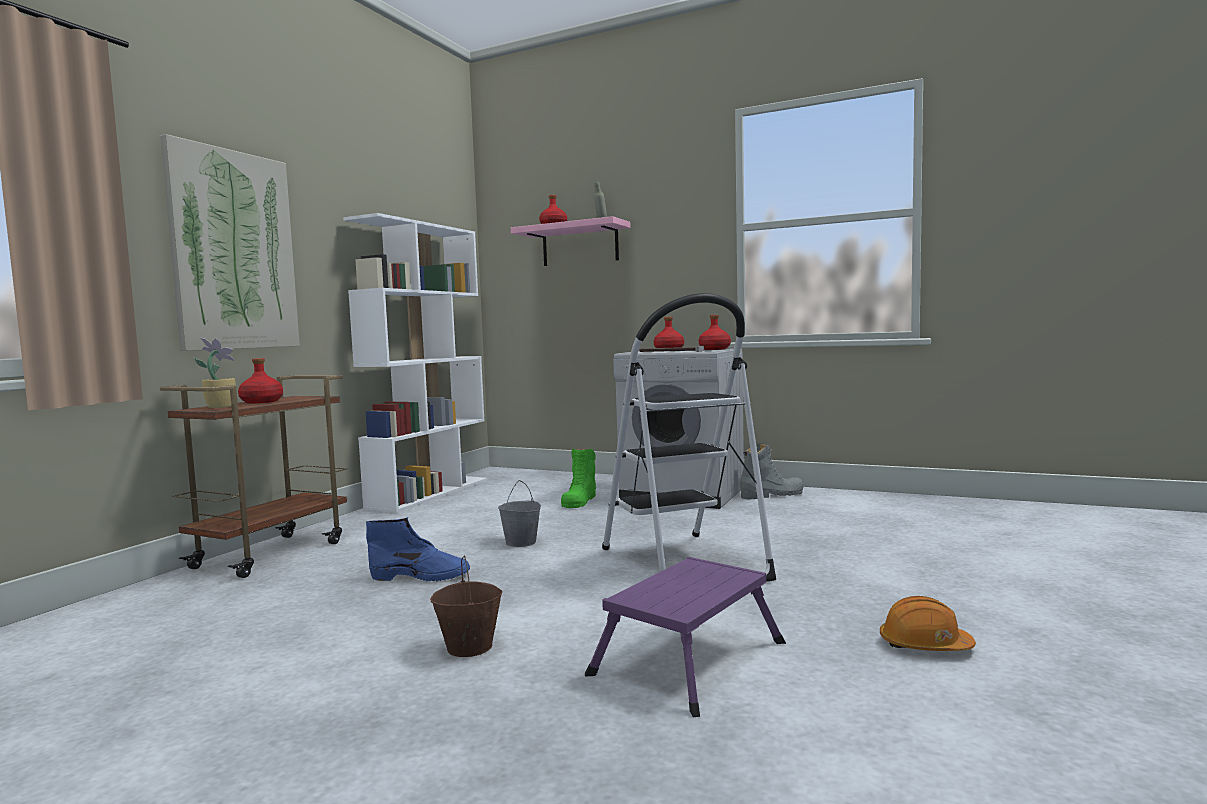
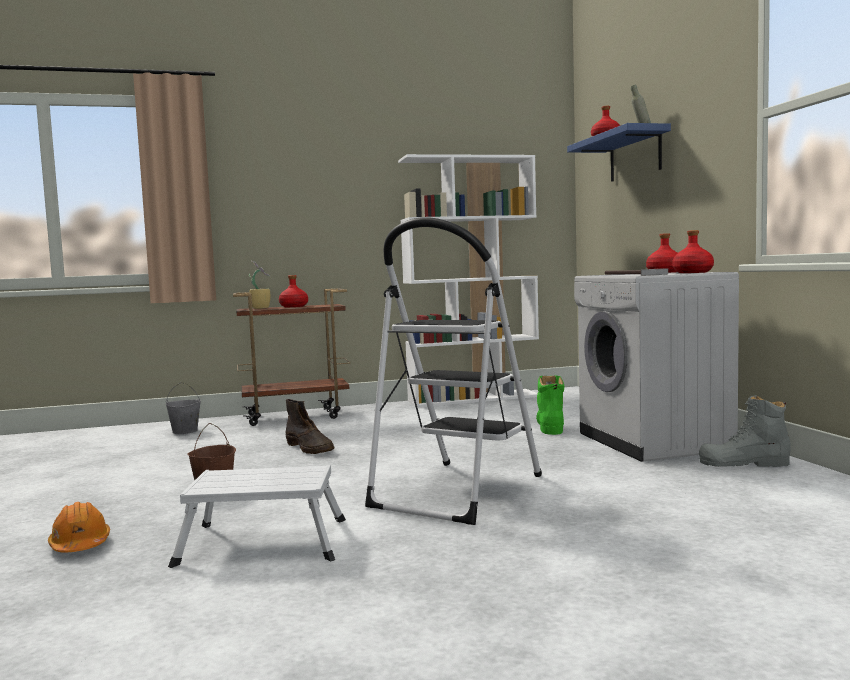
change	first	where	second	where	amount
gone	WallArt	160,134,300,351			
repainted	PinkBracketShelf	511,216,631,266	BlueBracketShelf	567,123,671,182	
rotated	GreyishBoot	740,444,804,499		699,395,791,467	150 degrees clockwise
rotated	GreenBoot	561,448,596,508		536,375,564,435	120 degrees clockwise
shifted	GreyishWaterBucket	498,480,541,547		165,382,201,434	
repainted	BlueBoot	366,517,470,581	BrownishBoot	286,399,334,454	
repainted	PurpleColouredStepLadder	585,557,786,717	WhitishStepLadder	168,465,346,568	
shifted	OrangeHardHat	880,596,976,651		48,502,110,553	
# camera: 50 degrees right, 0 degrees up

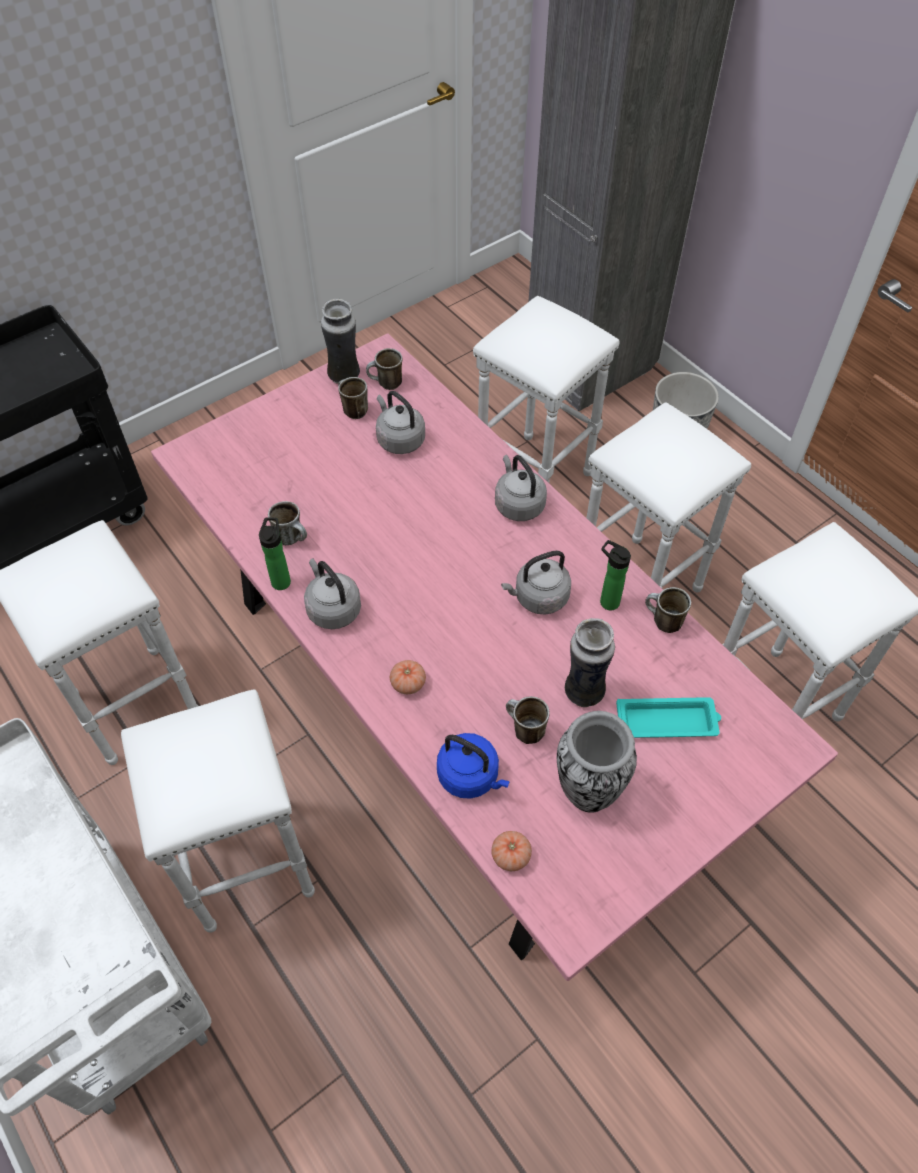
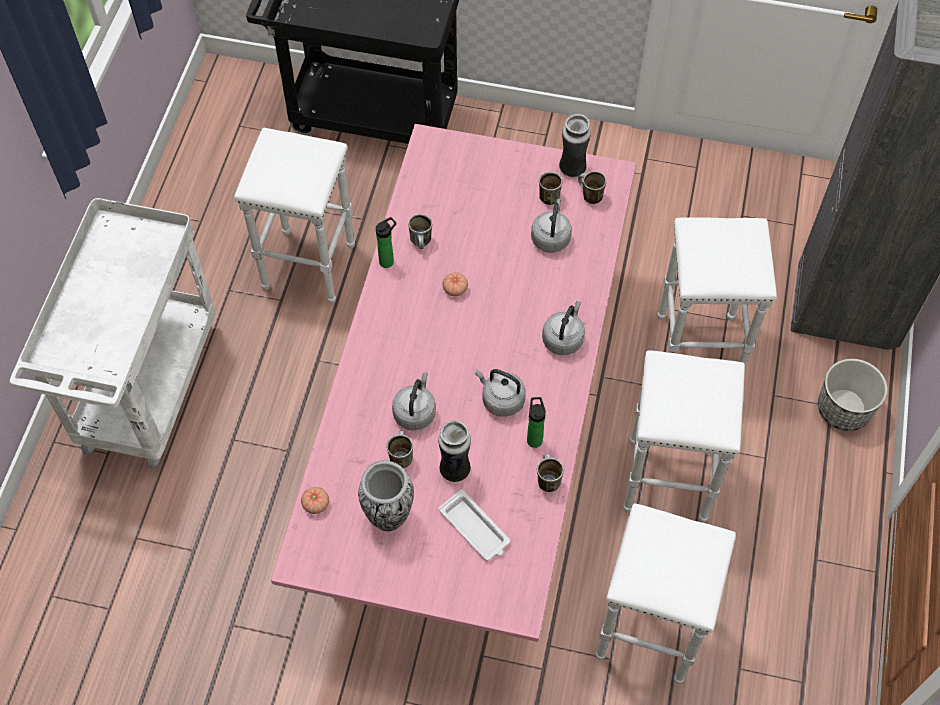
change	first	where	second	where	amount
shifted	GreyishKettle	304,558,361,629		392,372,436,431	
shifted	Tomato	390,660,426,694		443,272,468,296	
gone	WhitishStoolSeat	121,689,315,933			
repainted	BlueGreenServingTray	616,697,721,738	WhitishServingTray	439,490,510,560	
gone	BlueKettle	437,733,510,799			
# camera: 50 degrees right, 5 degrees up

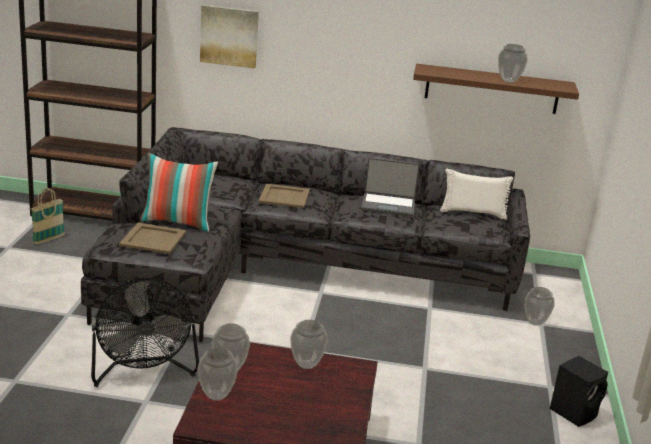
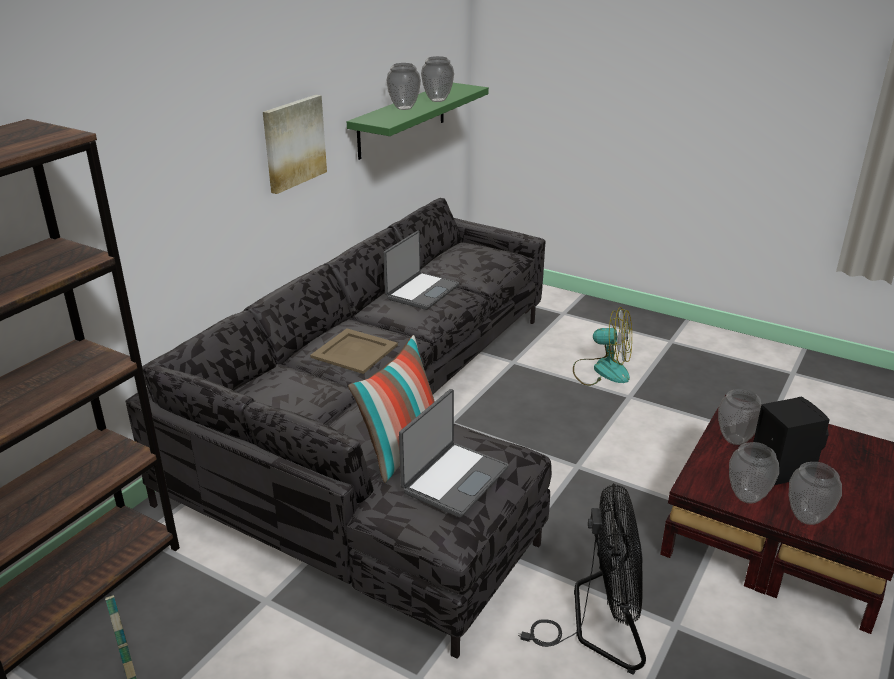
change	first	where	second	where	amount
shifted	WallArt	200,5,259,69		263,95,327,194	
repainted	BrownishBracketShelf	413,64,579,114	GreenBracketShelf	347,83,489,160	
gone	WhitishCushion	440,169,513,220			
swapped	SandColouredServingTray	119,223,186,254	Laptop	399,389,509,518	
shifted	Vase	525,287,555,326		387,63,421,110	
shifted	BlackLoudspeaker	550,356,608,427		753,397,830,485	
new			CoolingFan	573,307,632,386	
# camera: 65 degrees left, 5 degrees up

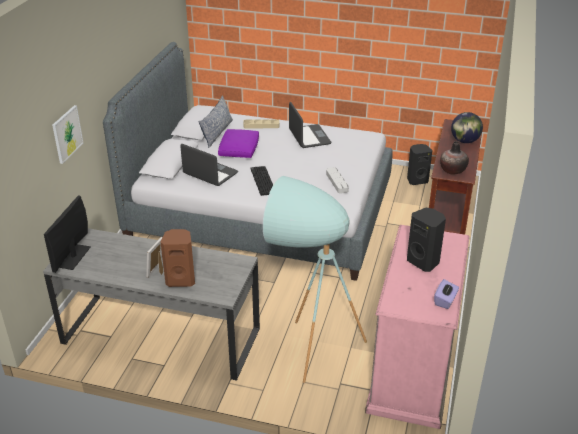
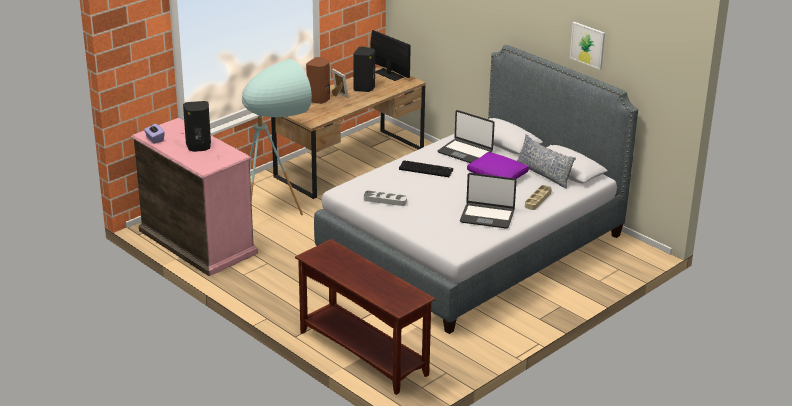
change	first	where	second	where	amount
shifted	WallArt	52,105,83,164		570,22,605,70	
gone	Globe	451,112,483,143			
gone	Vase	440,141,469,174			
rotated	Laptop	180,144,238,186		438,110,495,163	60 degrees clockwise
shifted	BlackLoudspeaker	407,144,432,185		353,46,375,92	
repainted	GreyishDeskTable	43,228,260,381	BrownishDeskTable	271,66,426,199	
# camera: 120 degrees right, 5 degrees down

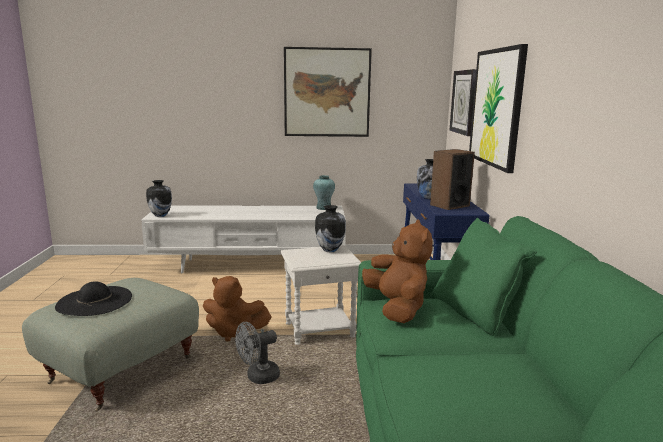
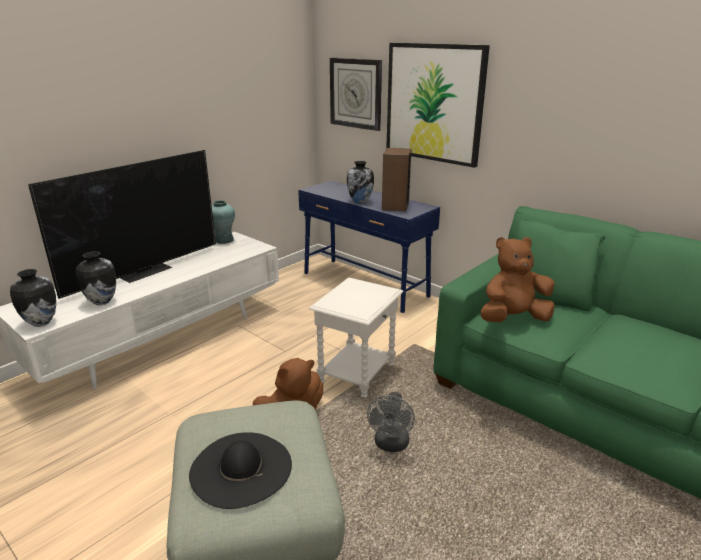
change	first	where	second	where	amount
gone	WallArt	284,47,372,137			
shifted	Vase	315,205,346,252		76,251,116,305	
rotated	BrownishCuddlyToy	362,219,433,323		480,237,555,322	45 degrees counterclockwise
new			Tv	28,150,216,299	
# camera: 45 degrees left, 10 degrees up

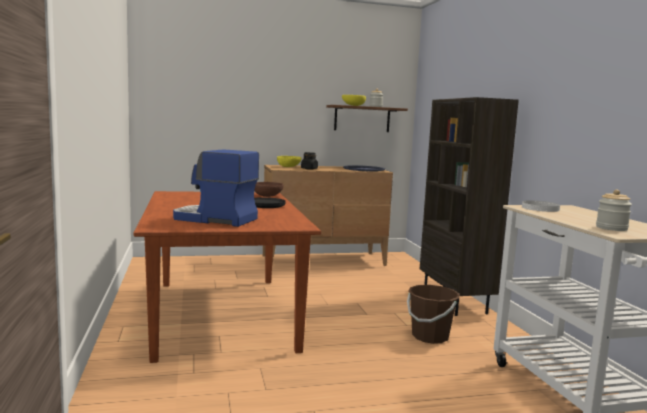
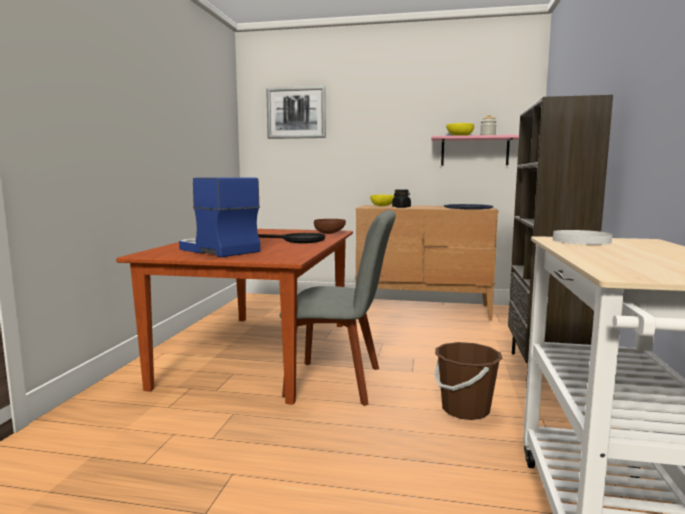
change	first	where	second	where	amount
repainted	BrownishBracketShelf	326,105,408,132	PinkBracketShelf	431,135,519,166	
gone	StorageJar	596,190,632,231			
new			WallArt	266,86,326,139	
new			GreyishPlainChair	279,210,396,406	
# camera: 25 degrees right, 0 degrees up

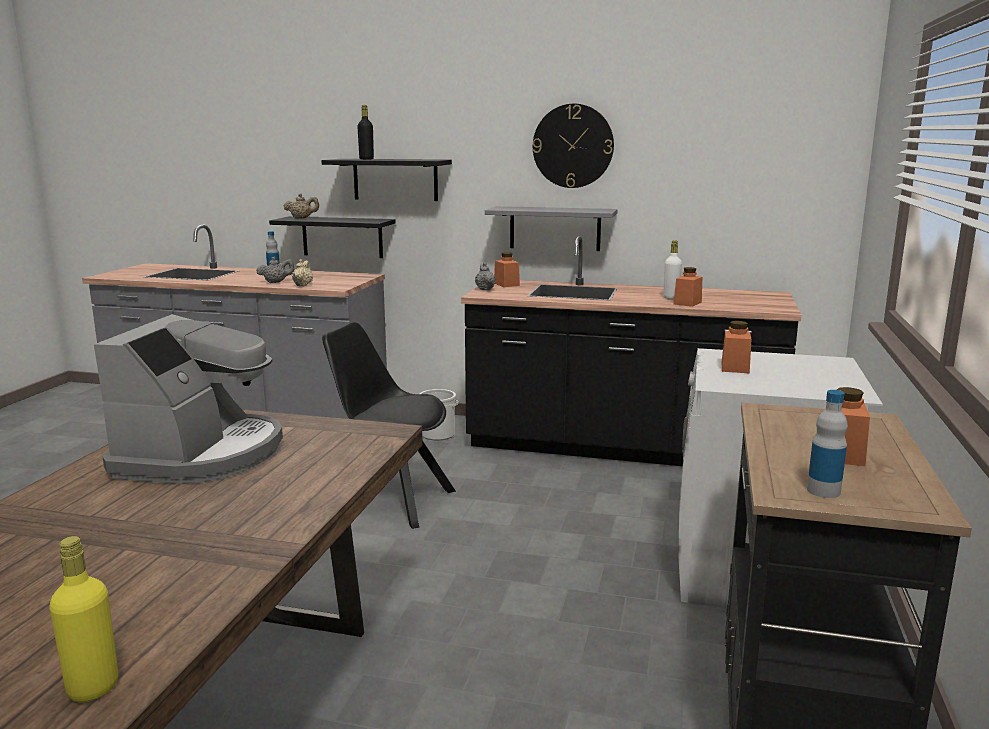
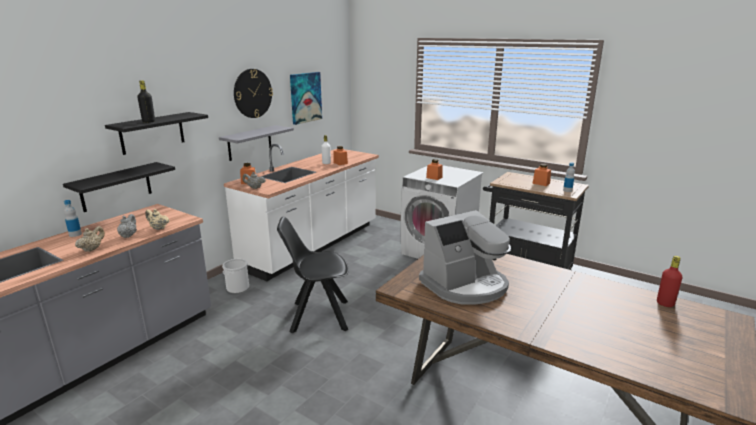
change	first	where	second	where	amount
shifted	SandColouredTeaPot	284,193,319,219		75,226,105,252	
repainted	BlackCounter	461,236,801,466	WhitishCounter	224,144,379,281	
rotated	CoffeeMaker	94,314,283,484		419,210,511,305	120 degrees clockwise
rotated	BlackPlainChair	322,322,456,529		277,217,349,333	45 degrees clockwise
repainted	YellowColouredBeverageBottle	50,536,118,702	RedColouredBeverageBottle	657,256,682,307	
new			WallArt	290,72,322,125	
# camera: 70 degrees left, 5 degrees up

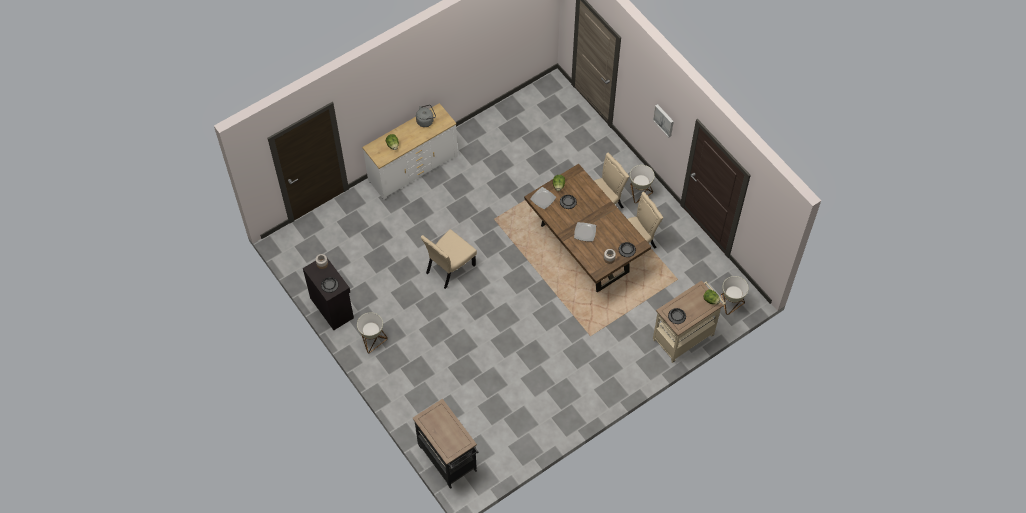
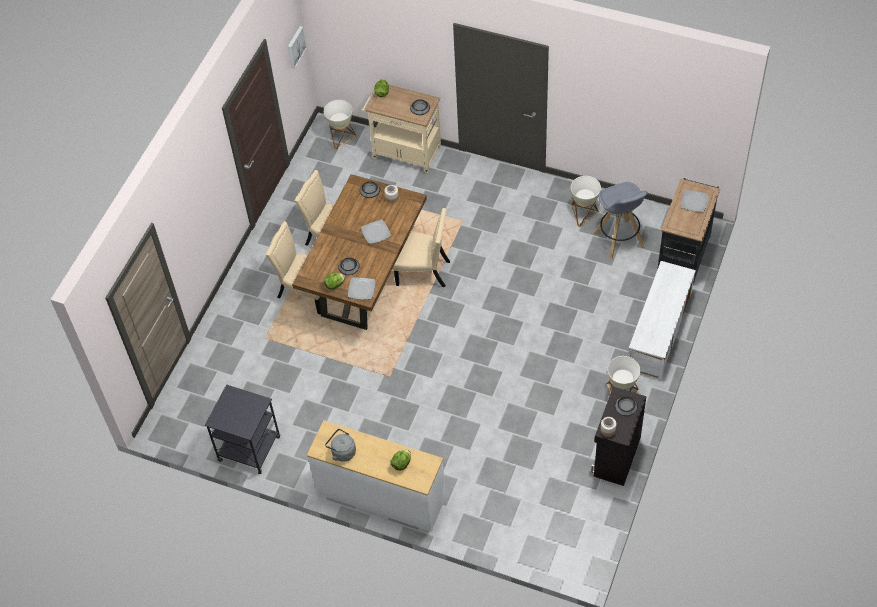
change	first	where	second	where	amount
shifted	WallArt	653,104,674,137		288,26,307,69	
shifted	Planter	630,165,655,203		571,176,601,227	
shifted	SandColouredPlainChair	421,229,477,289		392,208,450,287	
new			GreyishStoolSeat	593,182,648,260	
new			DinnerPlate	681,190,709,212	
new			WhitishBench	628,261,696,380	
new			BlackTrolley	205,384,280,474	
# camera: 120 degrees left, 5 degrees down

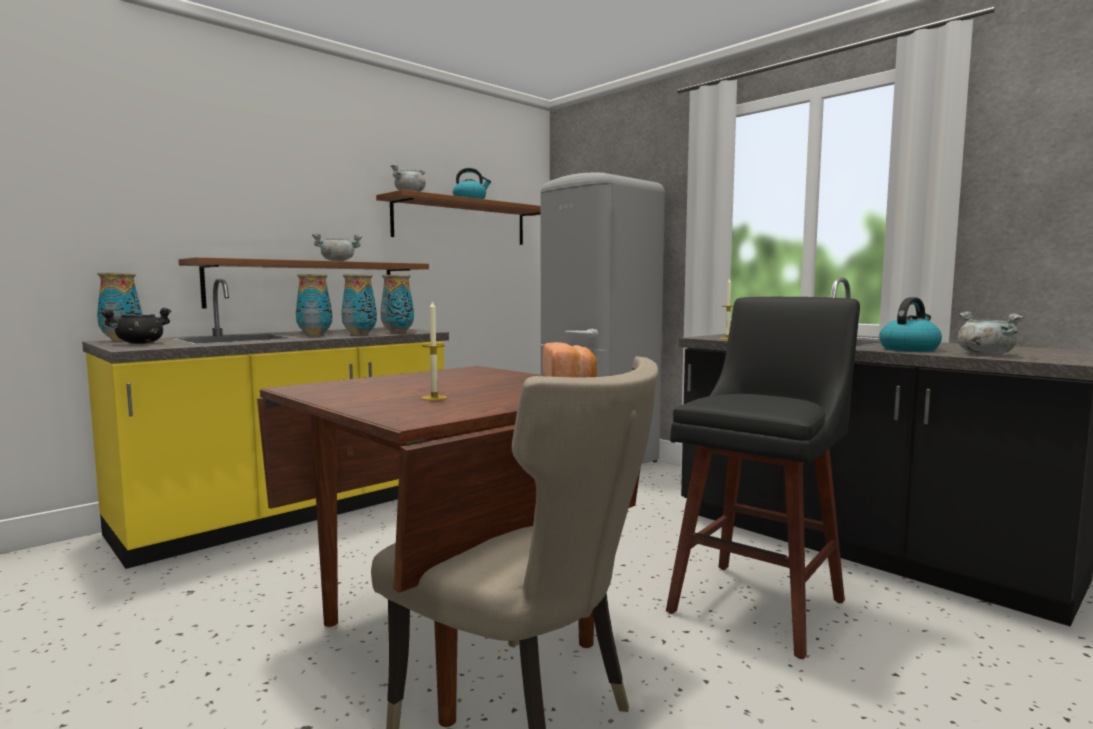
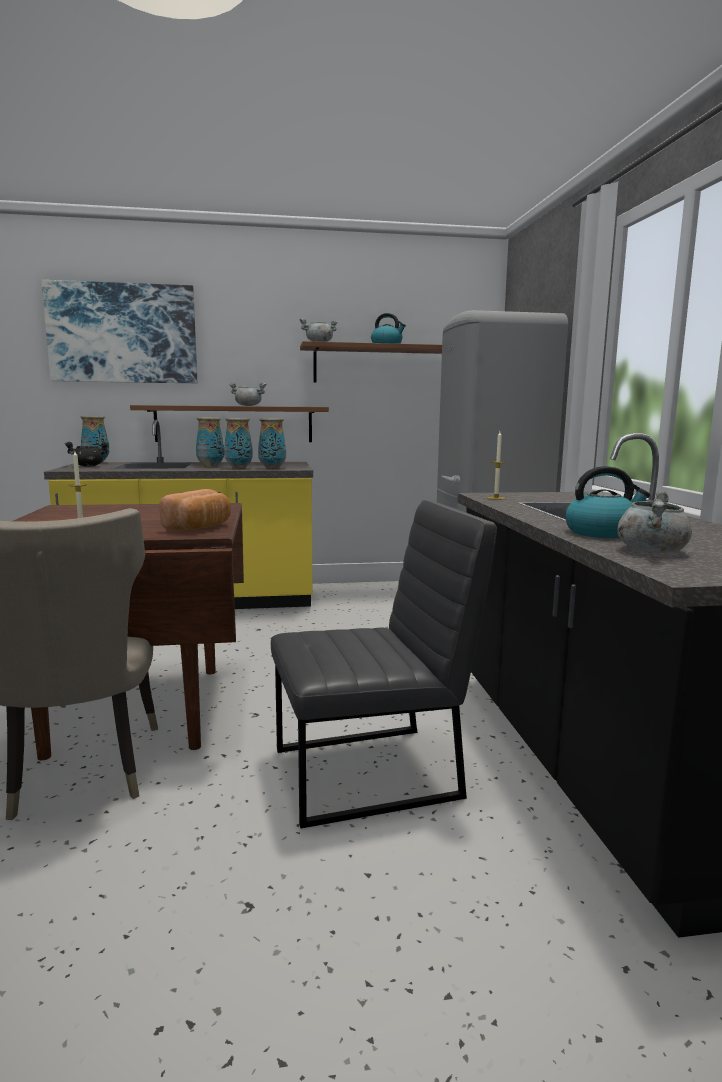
change	first	where	second	where	amount
swapped	BlackStoolSeat	666,297,860,659	GreyishPlainChair	271,500,497,828	
new			WallArt	41,280,197,383	
# camera: 35 degrees right, 5 degrees up

